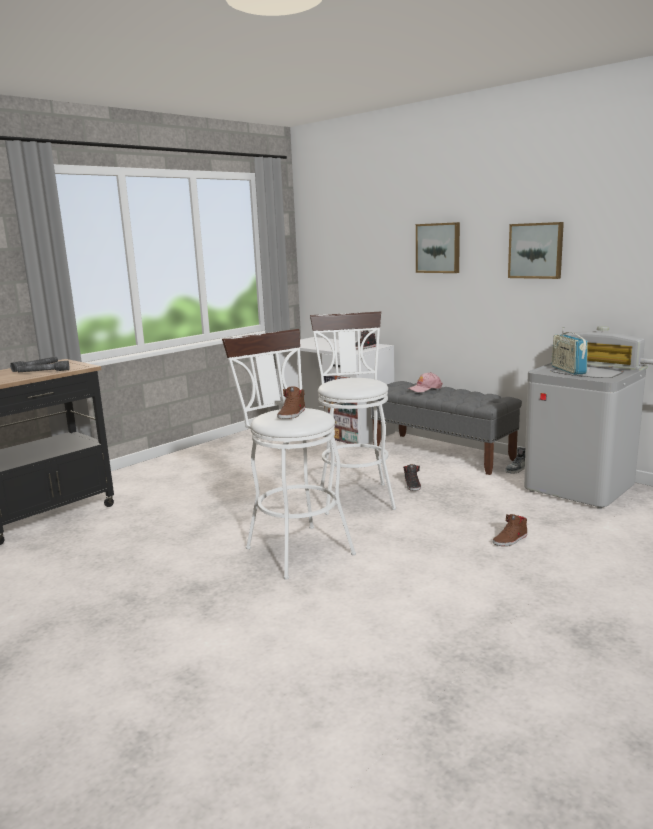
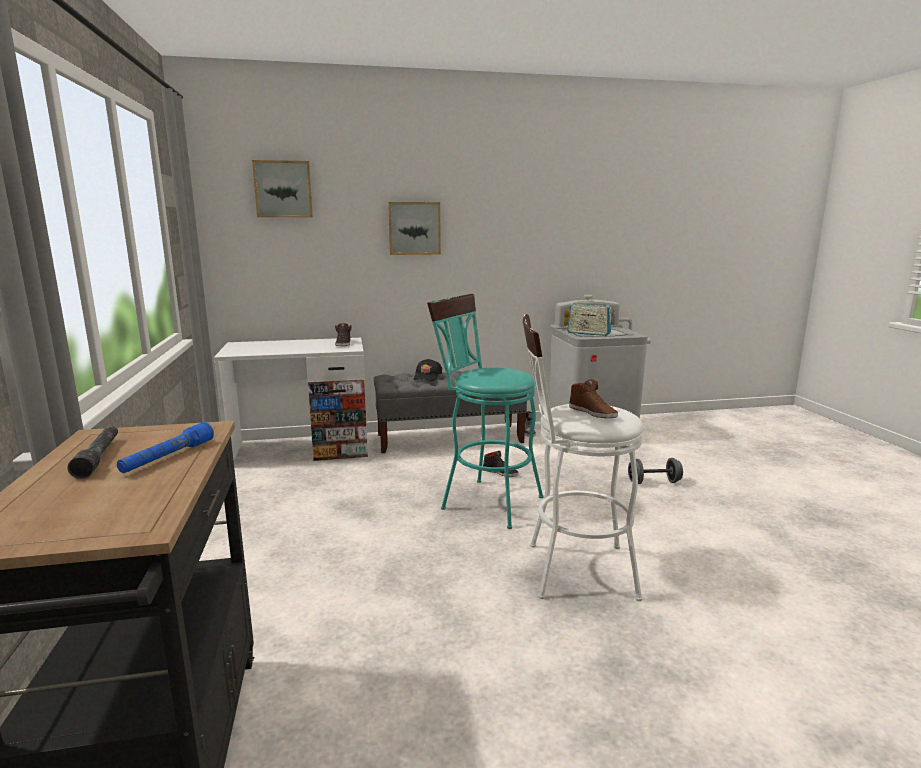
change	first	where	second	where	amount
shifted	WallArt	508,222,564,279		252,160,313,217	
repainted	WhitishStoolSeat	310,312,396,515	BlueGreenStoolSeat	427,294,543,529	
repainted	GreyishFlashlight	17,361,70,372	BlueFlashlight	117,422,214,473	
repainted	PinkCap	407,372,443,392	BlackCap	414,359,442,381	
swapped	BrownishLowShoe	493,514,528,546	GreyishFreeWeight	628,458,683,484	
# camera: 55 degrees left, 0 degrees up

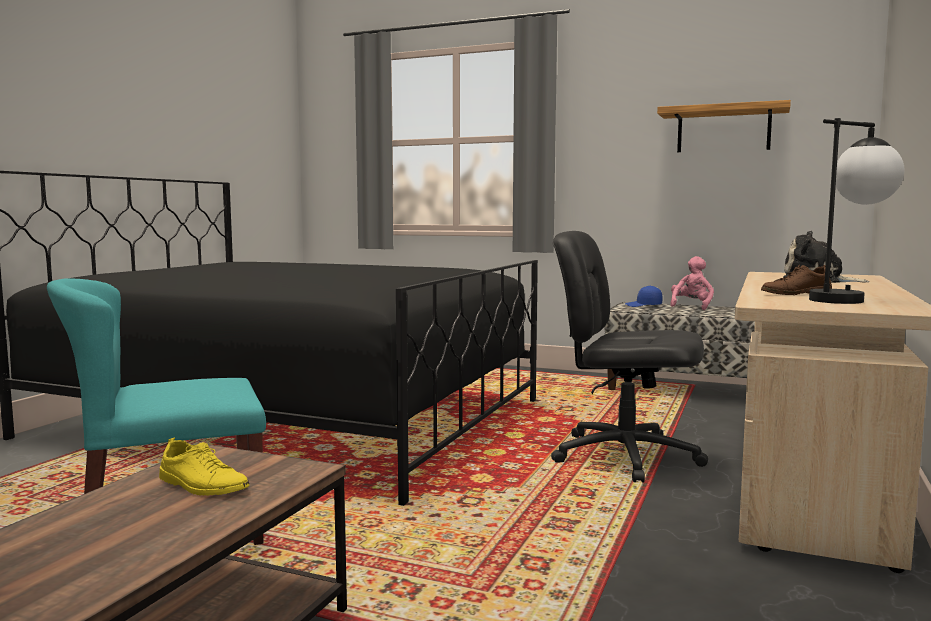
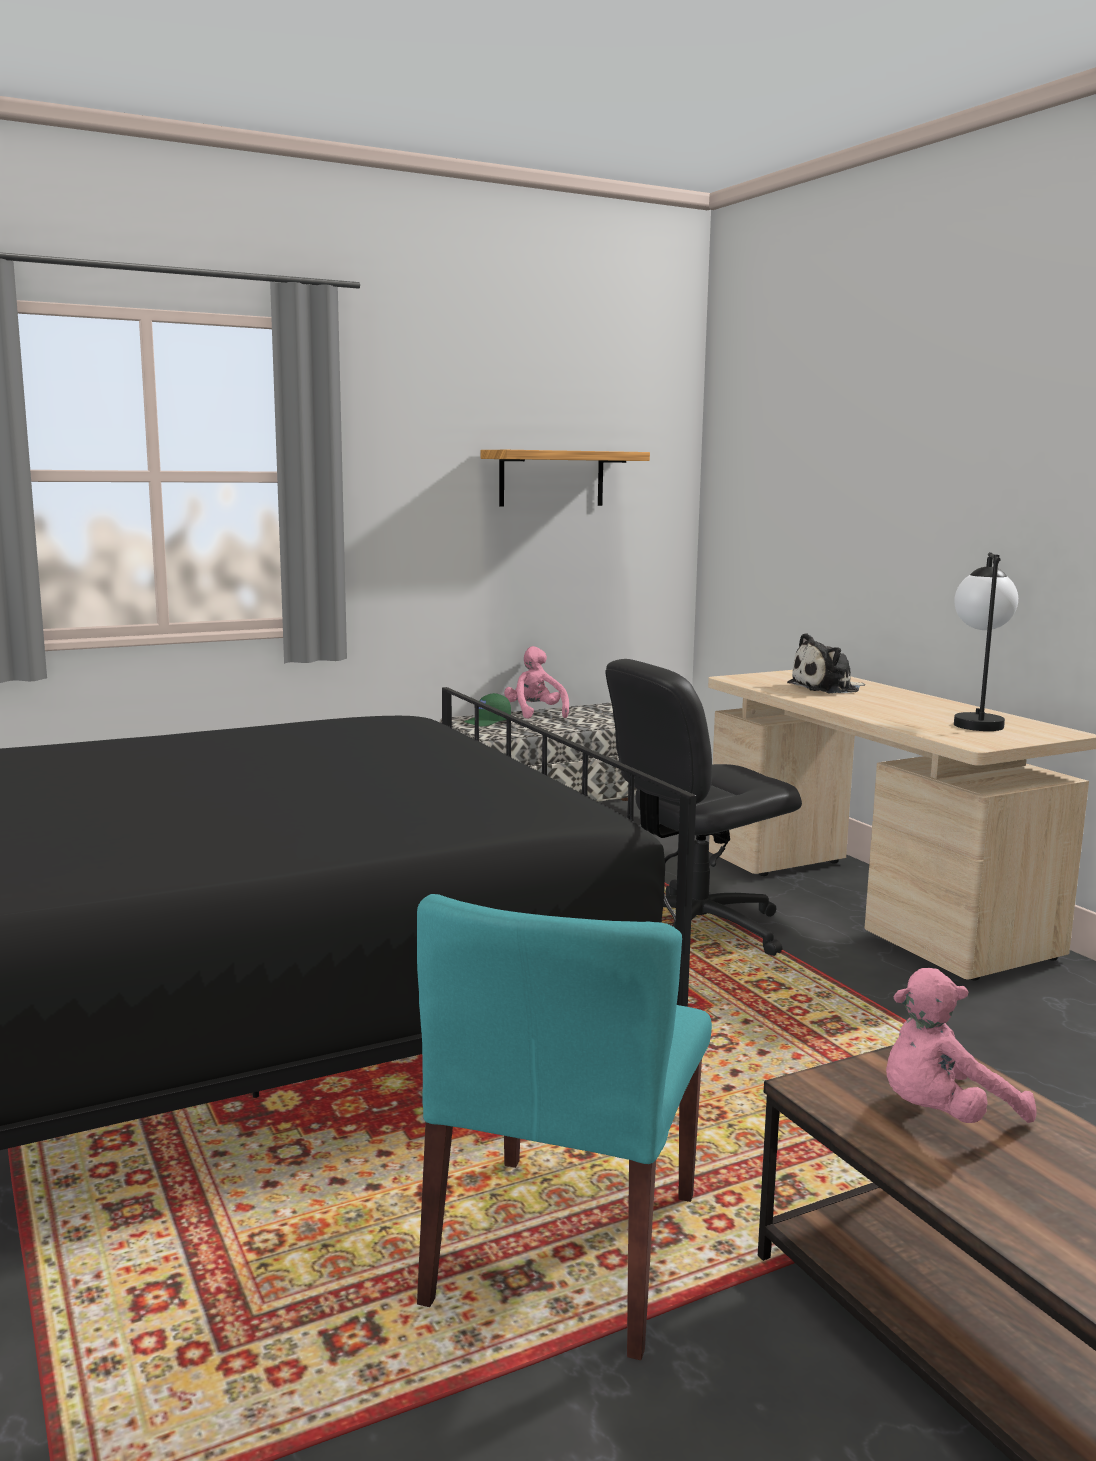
change	first	where	second	where	amount
gone	BrownishLowShoe	761,265,832,295			
repainted	BlueCap	625,286,663,307	GreenCap	464,693,511,727	
swapped	YellowColouredLowShoe	159,437,249,496	PinkCuddlyToy	886,968,1037,1123	
# camera: 50 degrees left, 5 degrees up

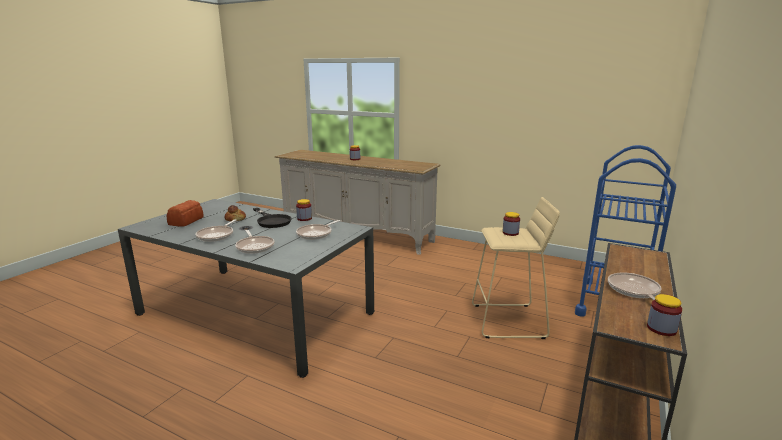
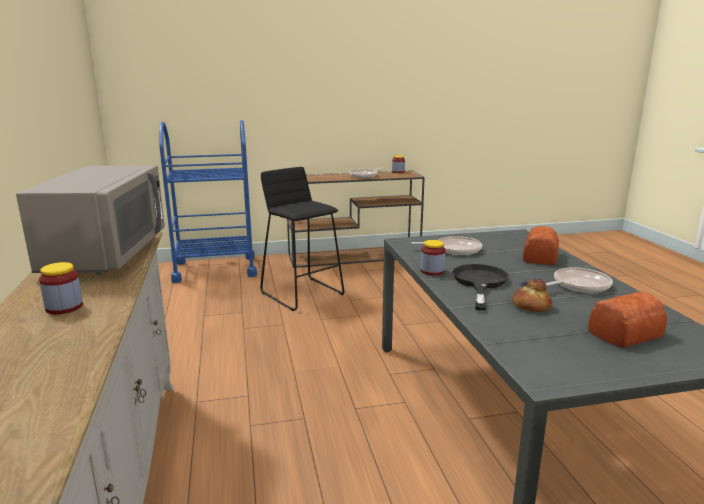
change	first	where	second	where	amount
repainted	SandColouredStoolSeat	472,197,560,339	BlackStoolSeat	260,167,344,311	
gone	StorageJar	503,212,520,236			
swapped	Skillet	235,230,275,254	Bread	523,226,559,265	
new			GreyishMicrowave	16,165,165,275	
# camera: 130 degrees left, 0 degrees up

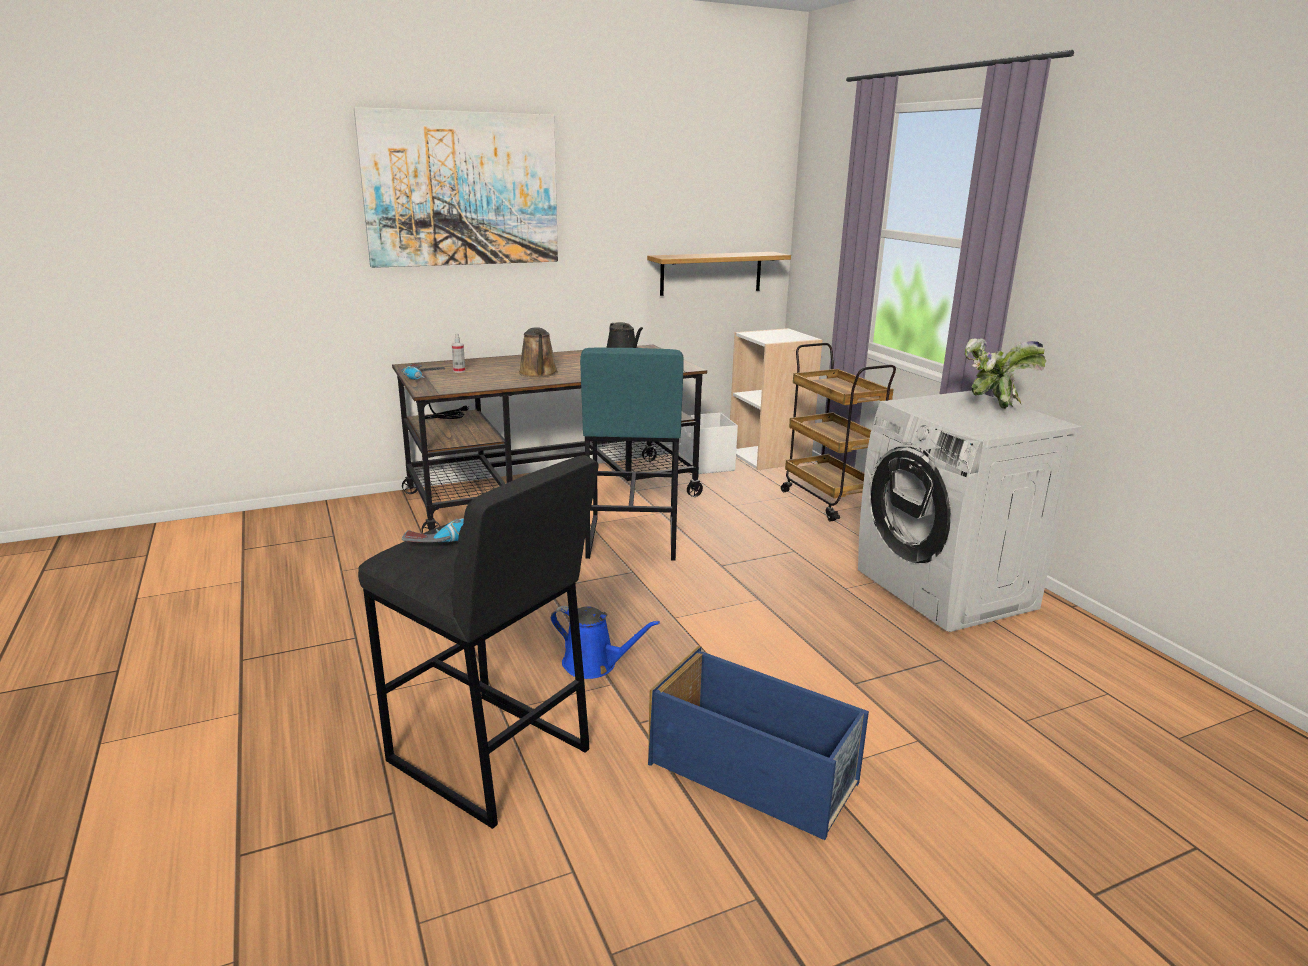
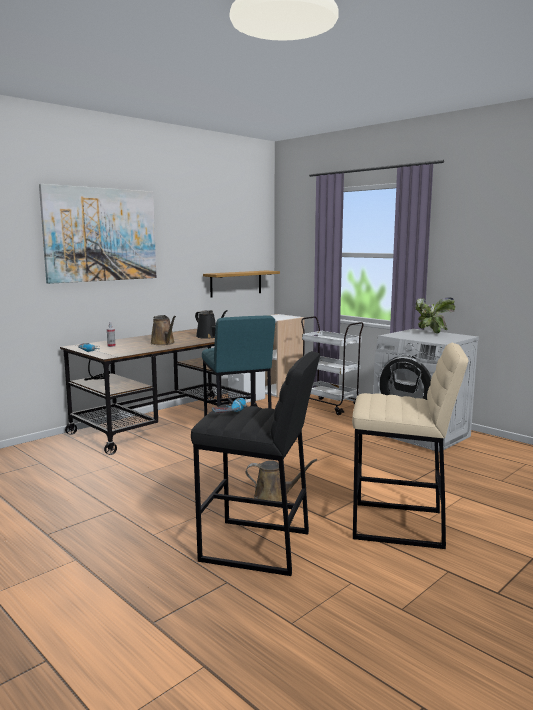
change	first	where	second	where	amount
repainted	BrownishTrolley	781,343,896,522	WhitishTrolley	301,316,364,415	
repainted	BlueWateringPot	551,606,660,679	BrownishWateringPot	246,459,317,502	
swapped	BlueStorageBin	648,645,869,840	SandColouredStoolSeat	352,343,468,549	
# camera: 20 degrees left, 10 degrees down

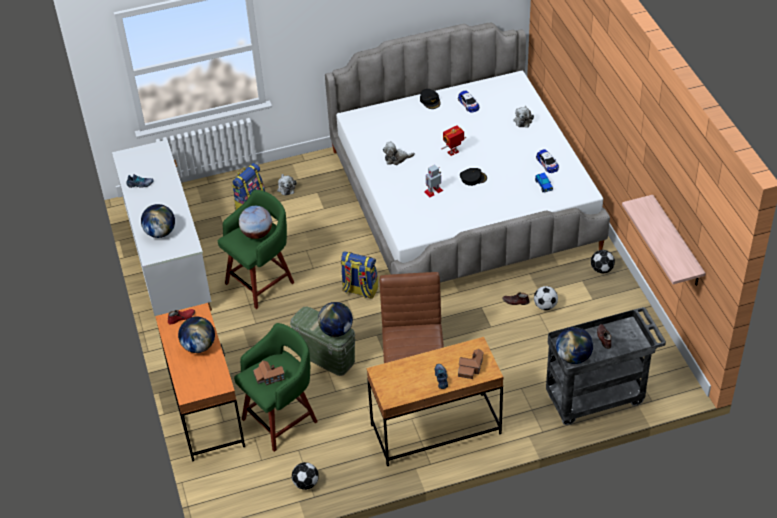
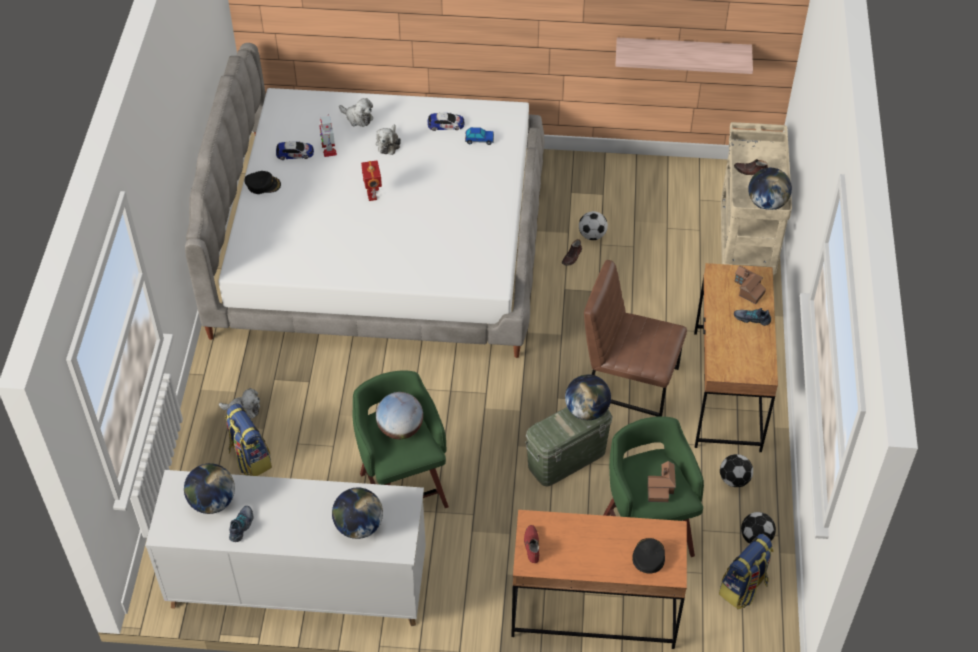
change	first	where	second	where	amount
shifted	CuddlyToy	383,142,415,165		376,125,401,155	
shifted	ToyRobot	424,165,443,197		319,114,337,157	
shifted	BlackCap	460,168,487,186		632,538,665,574	
shifted	Football	591,250,615,274		720,454,753,487	
shifted	Knapsack	341,251,378,299		719,534,774,609	
repainted	BlackTrolley	546,307,666,425	SandColouredTrolley	721,122,792,275	
shifted	Globe	178,317,215,353		184,463,235,514	
# camera: 70 degrees left, 5 degrees up

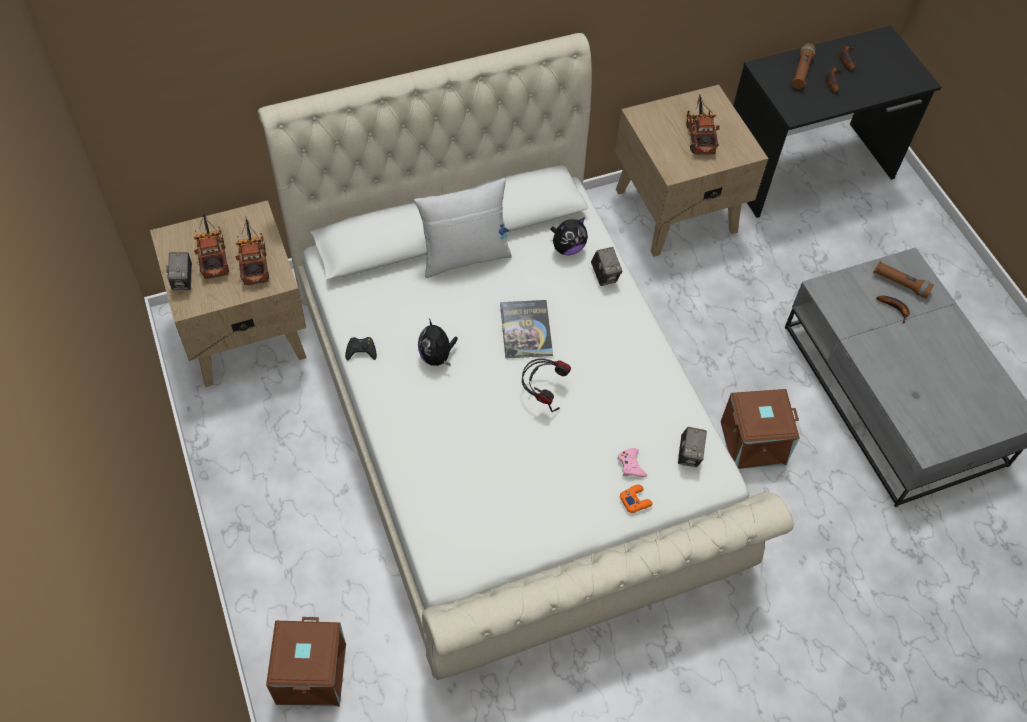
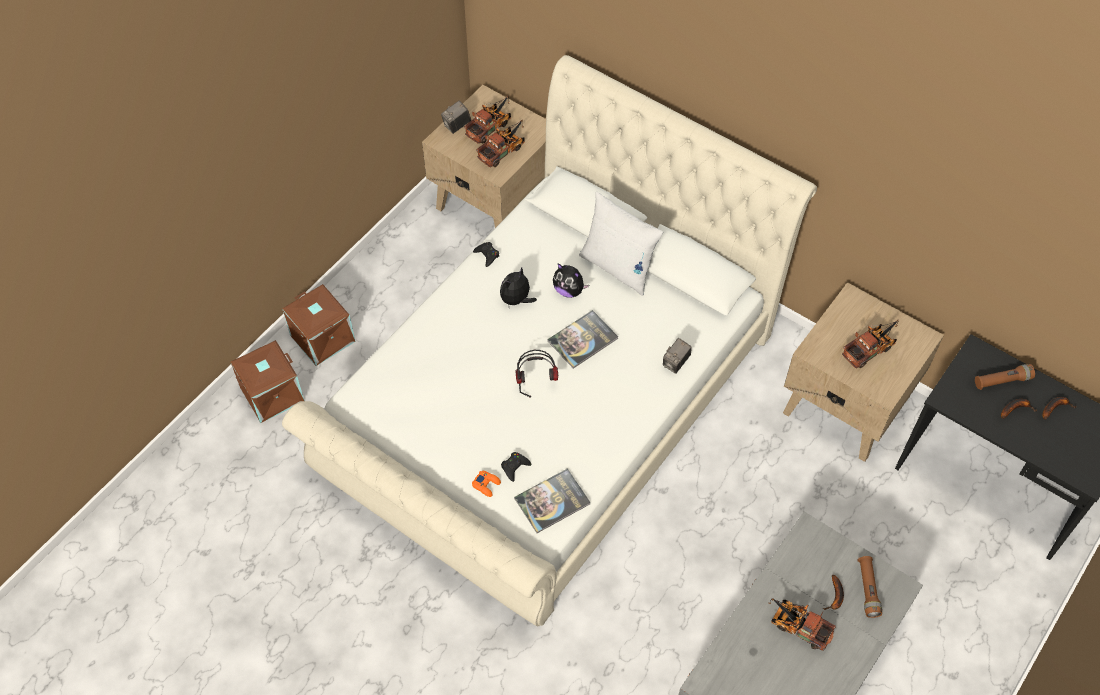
change	first	where	second	where	amount
shifted	CuddlyToy	550,217,588,255		553,263,589,298	
shifted	BrownishStorageBin	721,389,800,469		282,284,355,366	
swapped	PhotoCamera	678,427,707,467	Volume	514,469,591,533	
repainted	PinkGamepad	617,448,647,477	BlackGamepad	501,452,531,482	
new			ModelTruck	768,598,836,651	
# camera: 60 degrees right, 0 degrees up

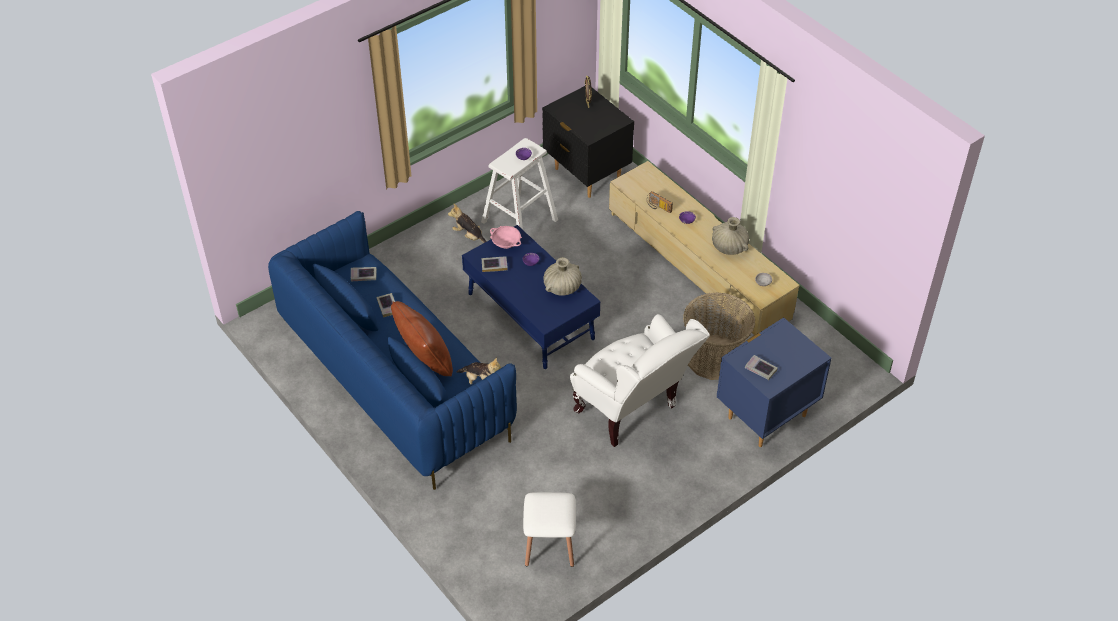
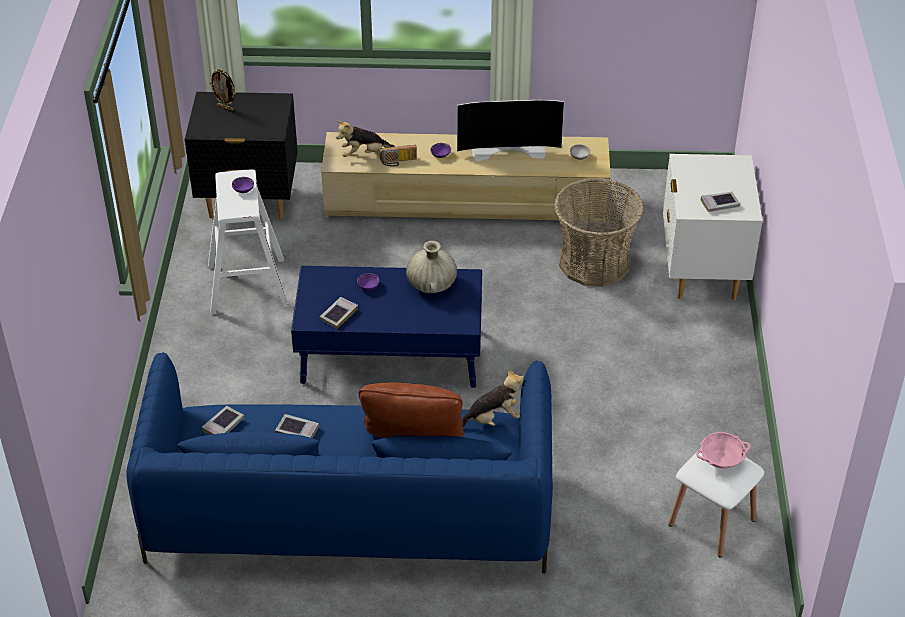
change	first	where	second	where	amount
shifted	CuddlyToy	448,204,487,243		336,120,395,157	
swapped	SandColouredVase	712,217,749,255	Tv	457,100,564,161	
shifted	PinkServingBowl	490,226,522,249		696,432,751,468	
gone	WhitishEasyChair	570,314,710,447			
repainted	BlueNightTable	717,317,831,447	WhitishNightTable	663,154,762,300	
# camera: 50 degrees left, 5 degrees down

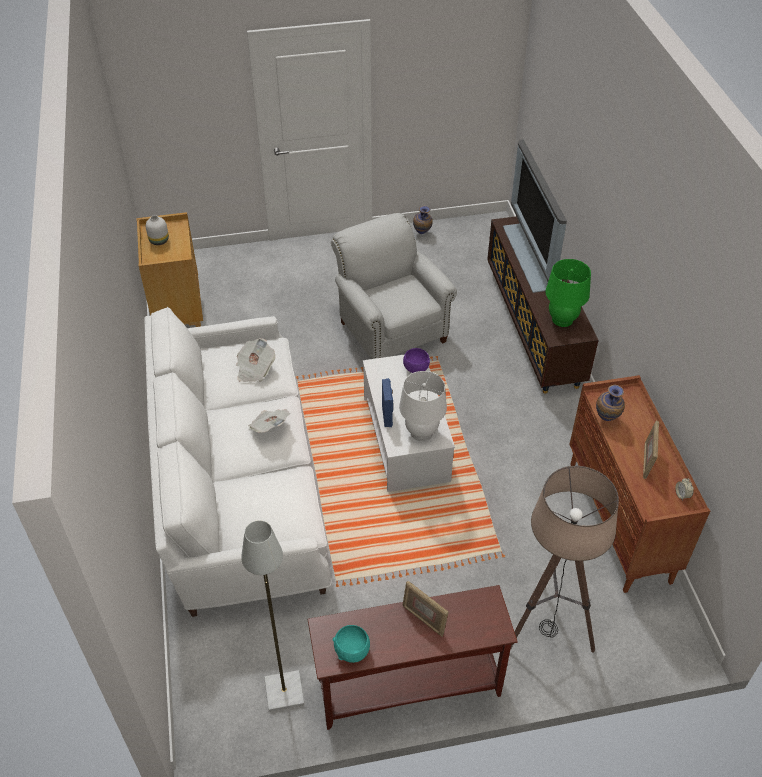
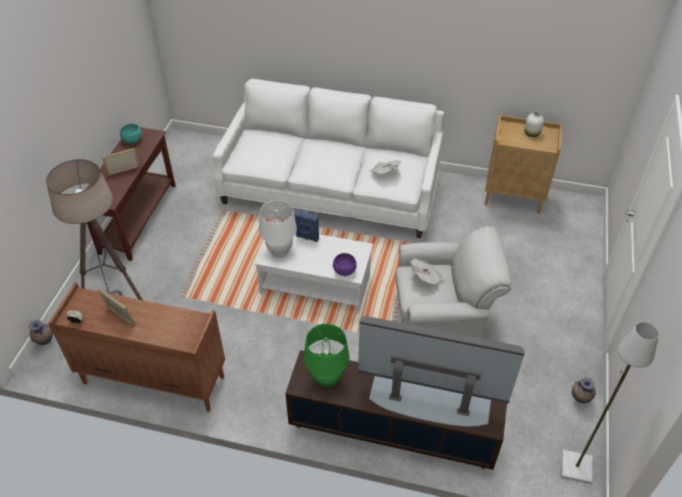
change	first	where	second	where	amount
shifted	Vase	596,385,625,421		29,320,53,345	
shifted	DailyPaper	248,409,291,432		410,258,446,285	
shifted	GreyishFloorLamp	241,520,304,712		561,322,659,484	
# camera: 115 degrees right, 0 degrees up

